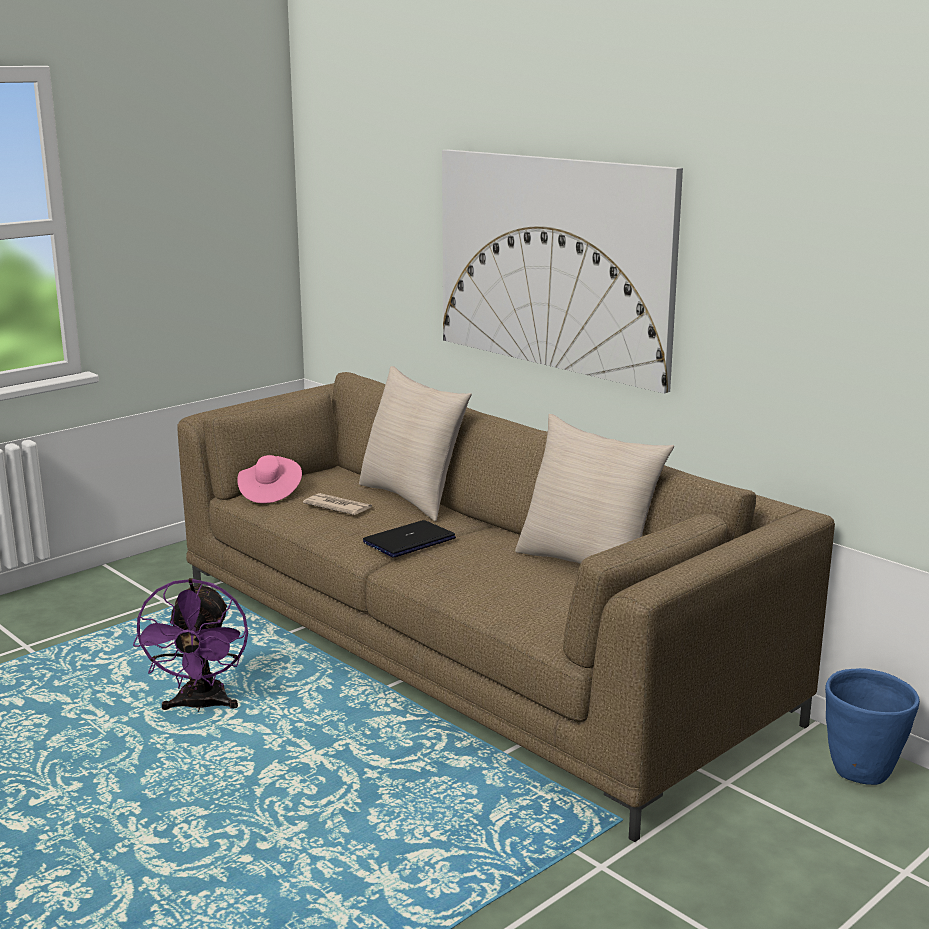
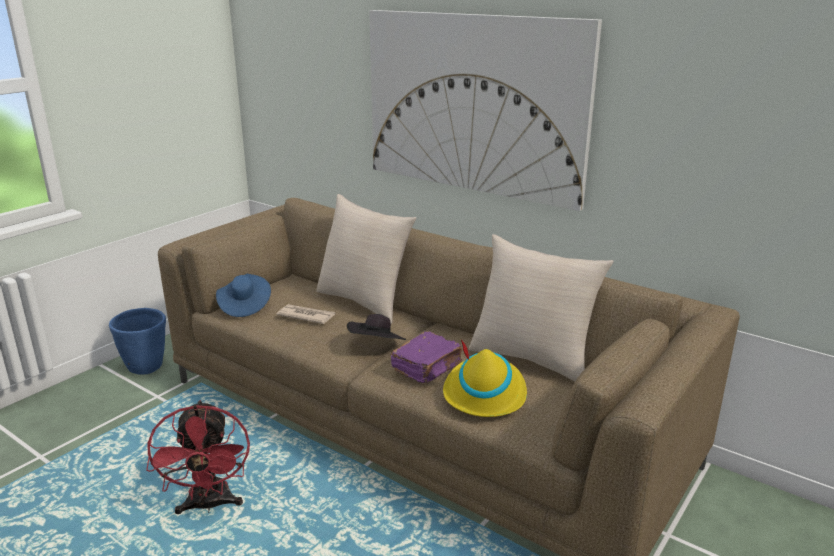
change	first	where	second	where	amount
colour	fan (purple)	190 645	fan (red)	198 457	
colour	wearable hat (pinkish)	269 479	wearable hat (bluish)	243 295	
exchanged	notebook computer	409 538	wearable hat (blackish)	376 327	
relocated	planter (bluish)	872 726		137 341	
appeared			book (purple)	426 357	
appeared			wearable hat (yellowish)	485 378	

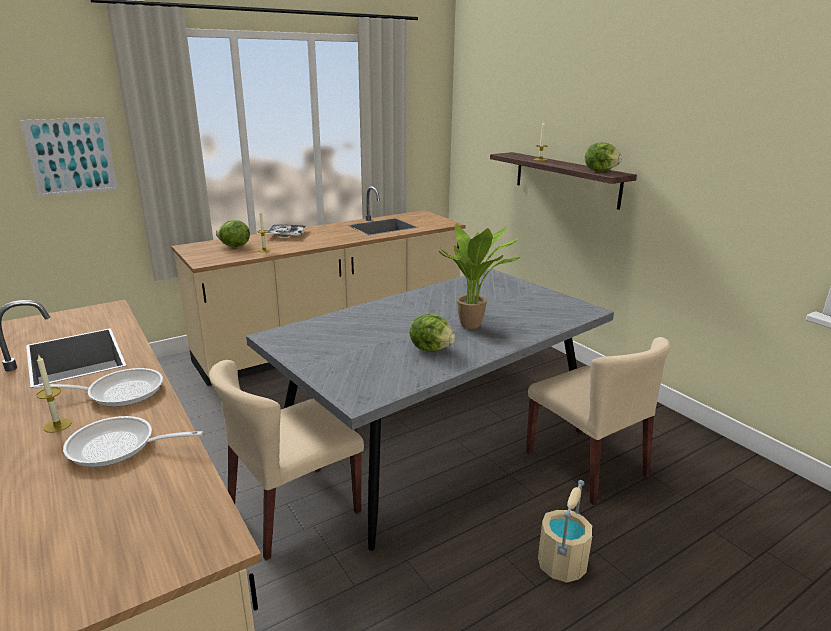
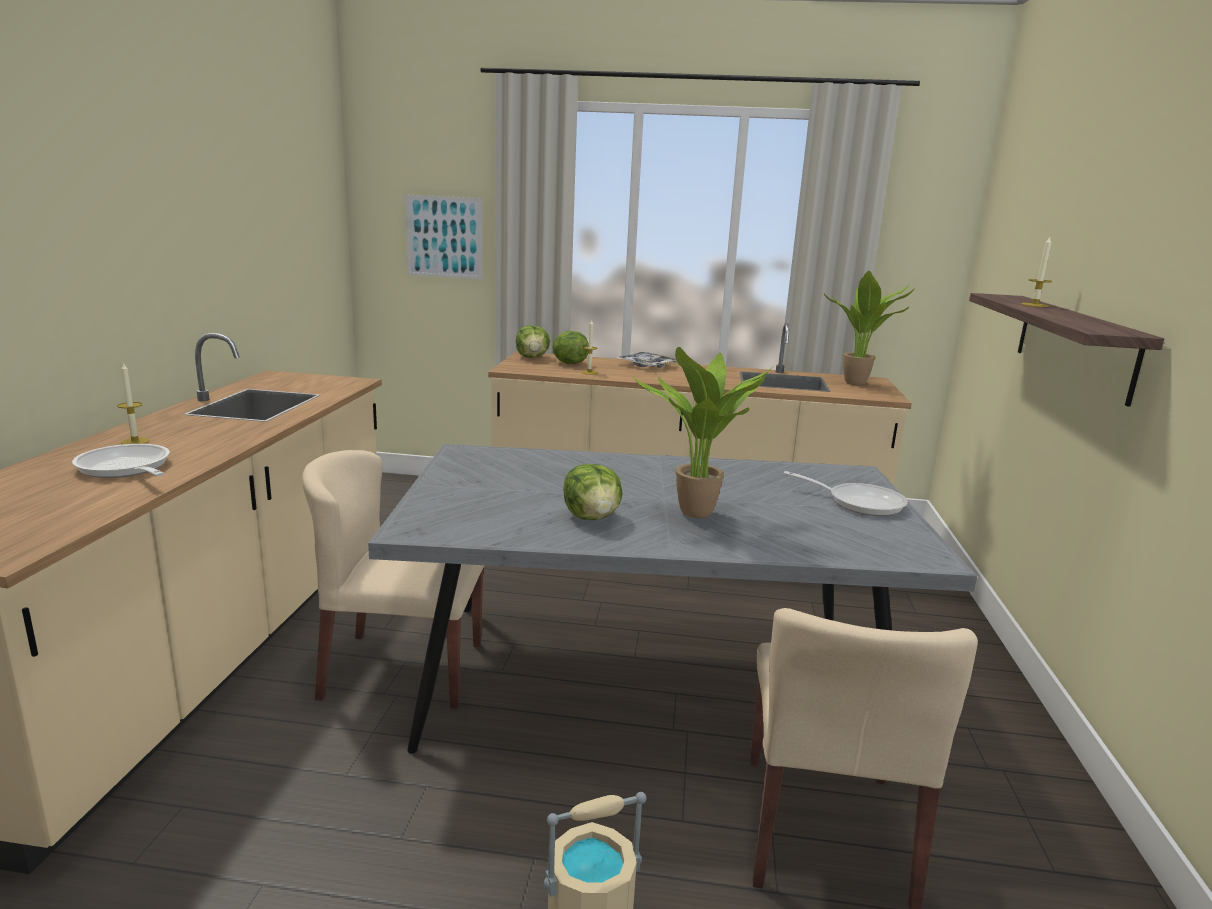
change	first	where	second	where	amount
relocated	pan	98 387		846 493	
relocated	lettuce	603 156		533 341	
appeared			plant in a pot	869 328	

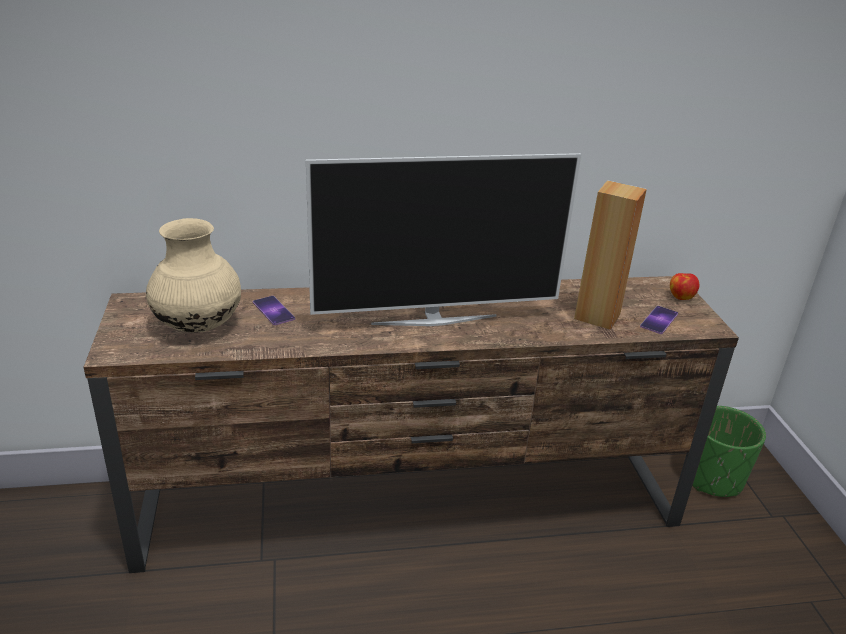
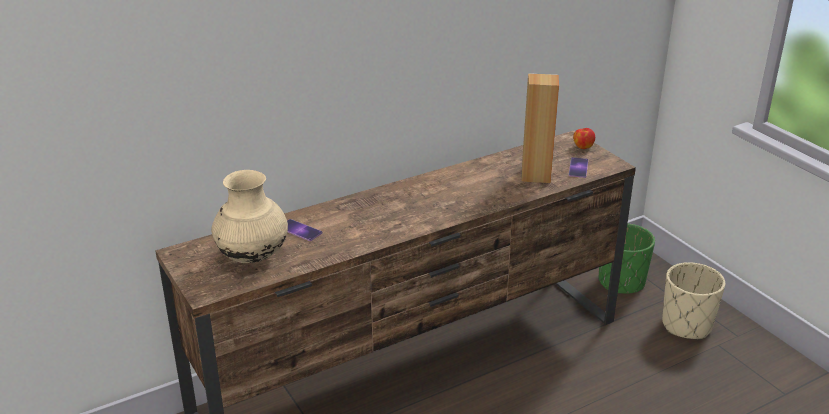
change	first	where	second	where	amount
missing	TV set	443 239			
appeared			planter (beige-coloured)	693 300	

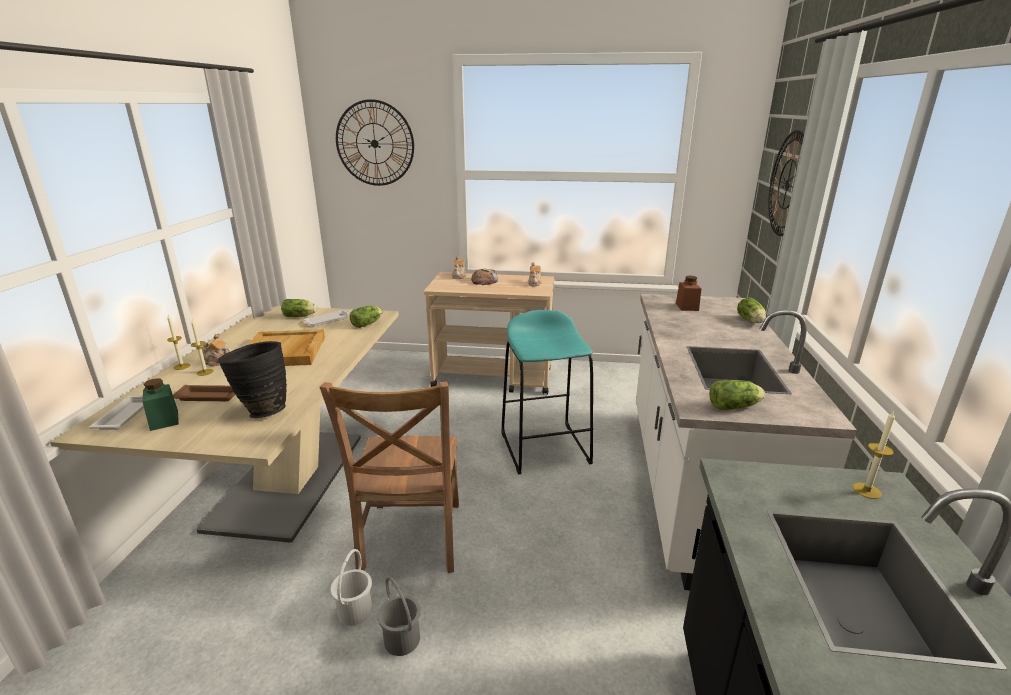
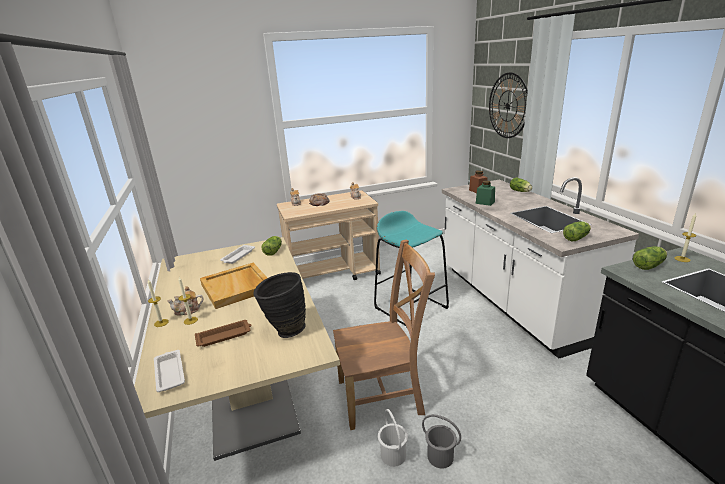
change	first	where	second	where	amount
relocated	storage jar (green)	160 404		485 193	
relocated	lettuce	299 308		650 258	
spun	upright chair (brownish)	389 477		384 334	75 degrees counterclockwise
missing	hanging clock	375 142			

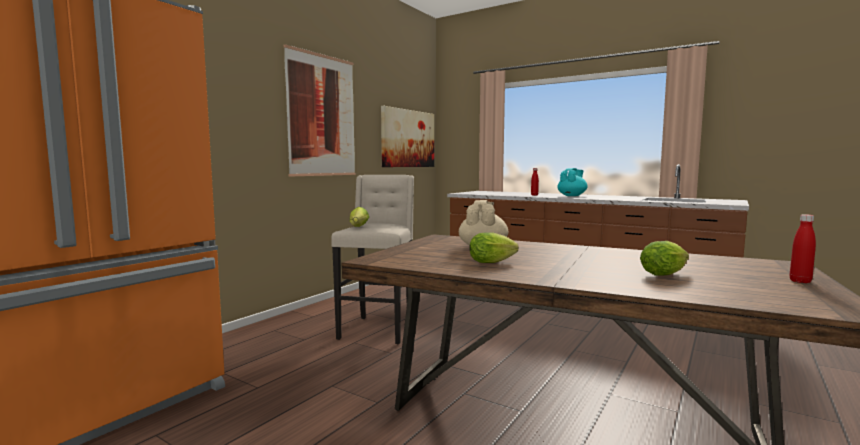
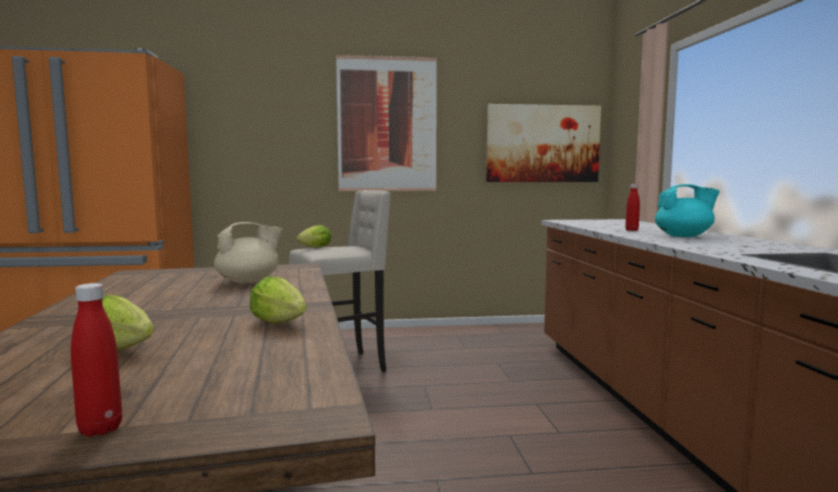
change	first	where	second	where	amount
relocated	lettuce	494 247		278 300	

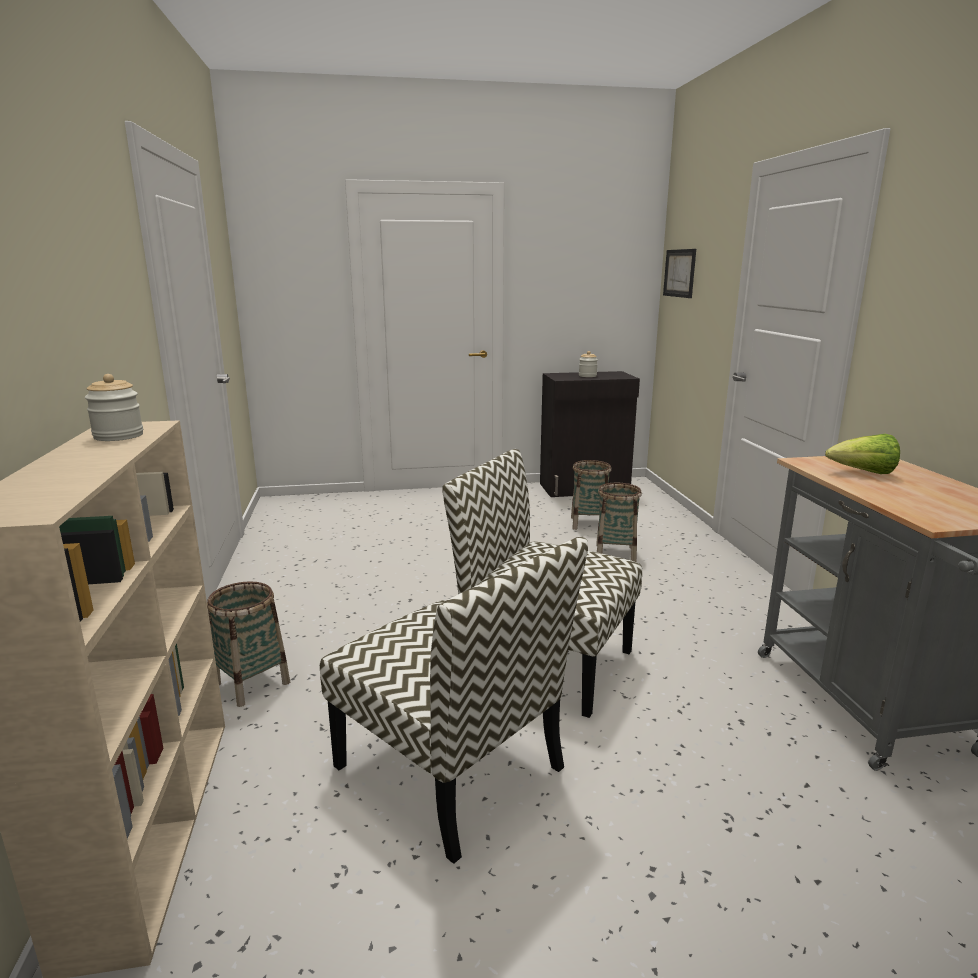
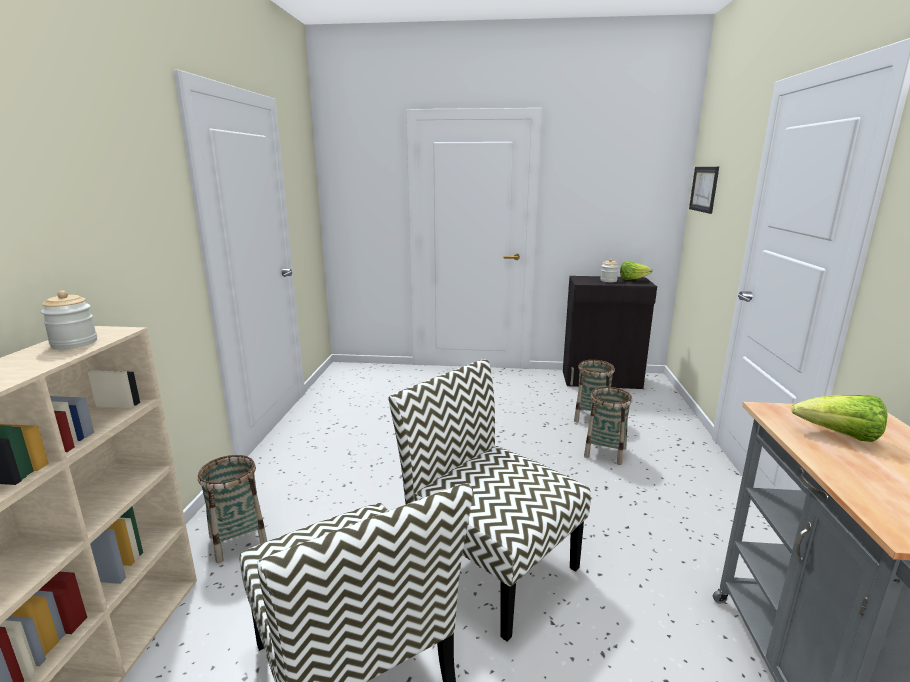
change	first	where	second	where	amount
appeared			lettuce	636 270	

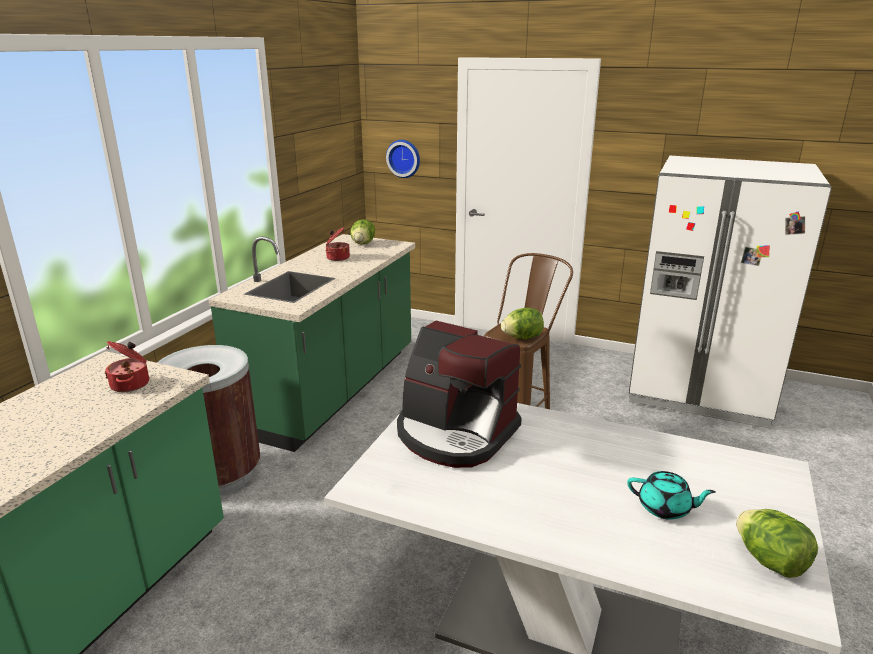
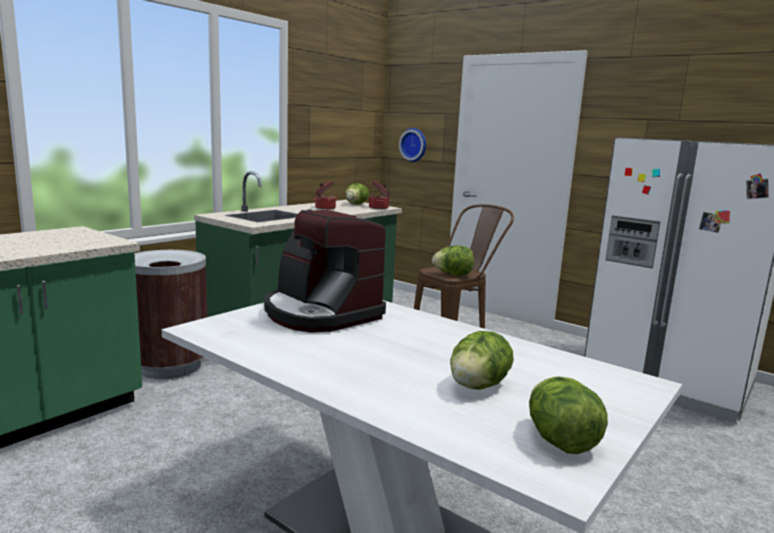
change	first	where	second	where	amount
relocated	cooking pot	127 366		379 195	
exchanged	pot for tea (blue-green)	671 495	lettuce	482 360	

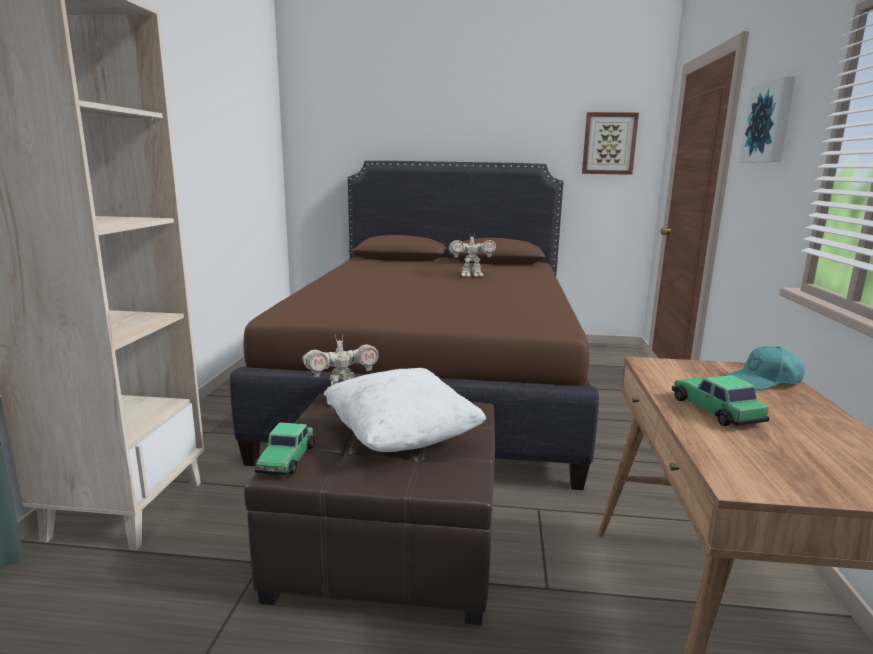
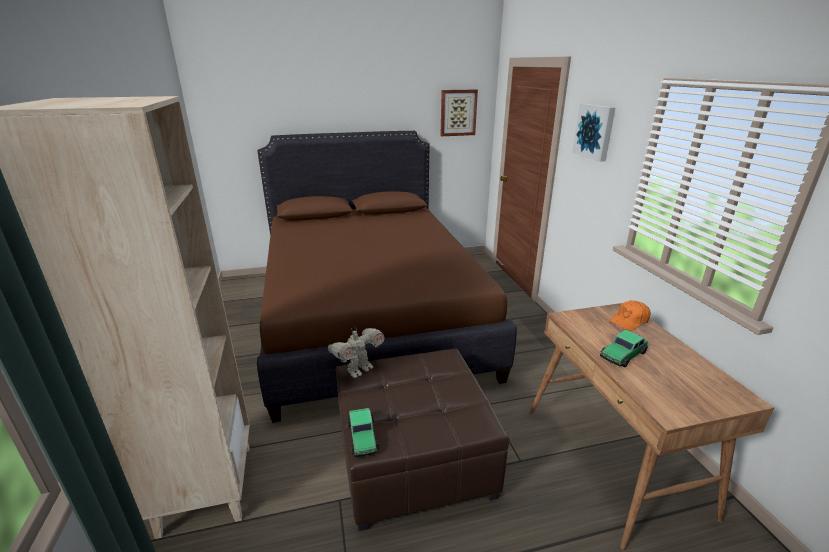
change	first	where	second	where	amount
missing	cushion (whitish)	405 410			
missing	robot figure	472 256			
spun	toy car	721 400		624 348	90 degrees counterclockwise
colour	baseball cap (blue-green)	765 368	baseball cap (orange)	629 315	

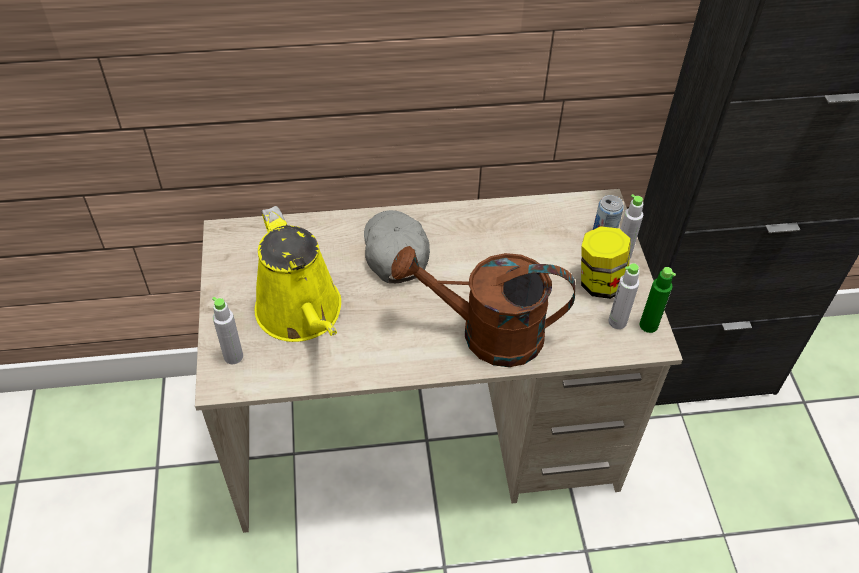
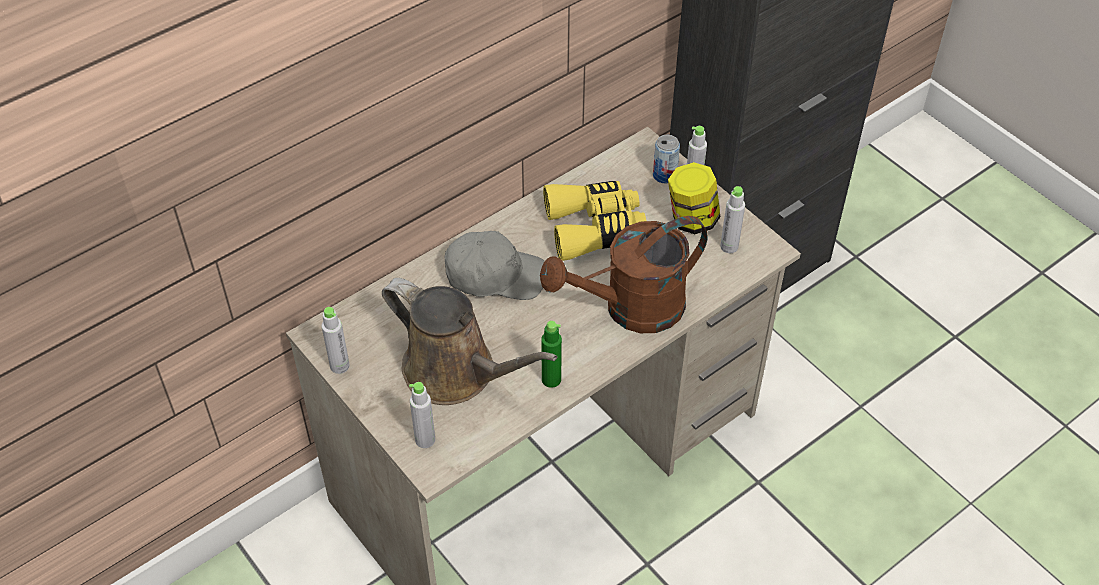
change	first	where	second	where	amount
colour	watering can (yellowish)	298 274	watering can (brownish)	469 341	
spun	baseball cap (grey)	397 246		495 265	135 degrees clockwise
relocated	bottle (green)	657 300		551 354	
appeared			bottle (grey)	336 340	
appeared			binoculars (yellowish)	594 221	

